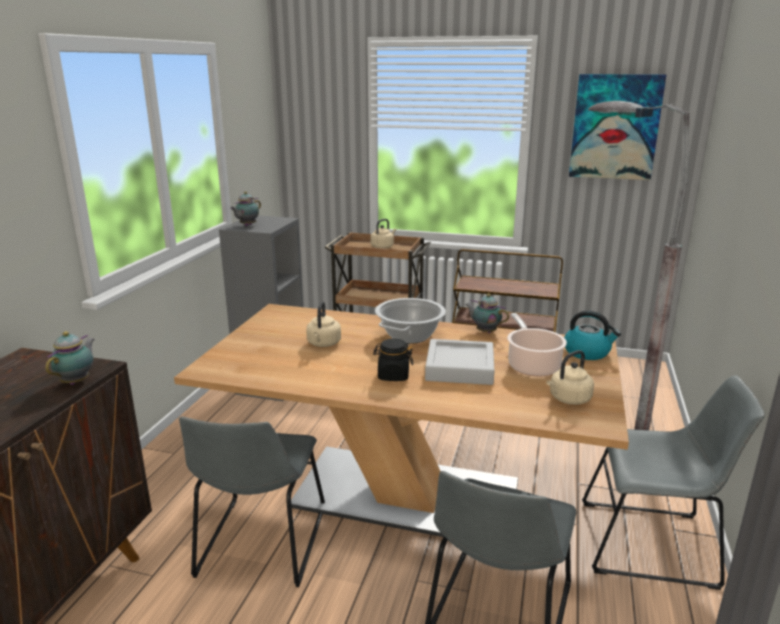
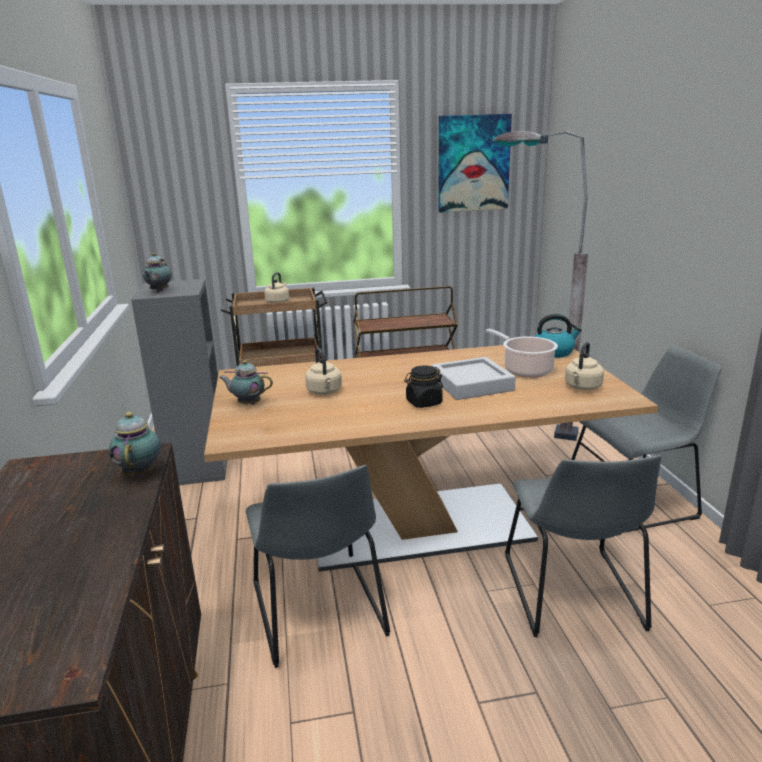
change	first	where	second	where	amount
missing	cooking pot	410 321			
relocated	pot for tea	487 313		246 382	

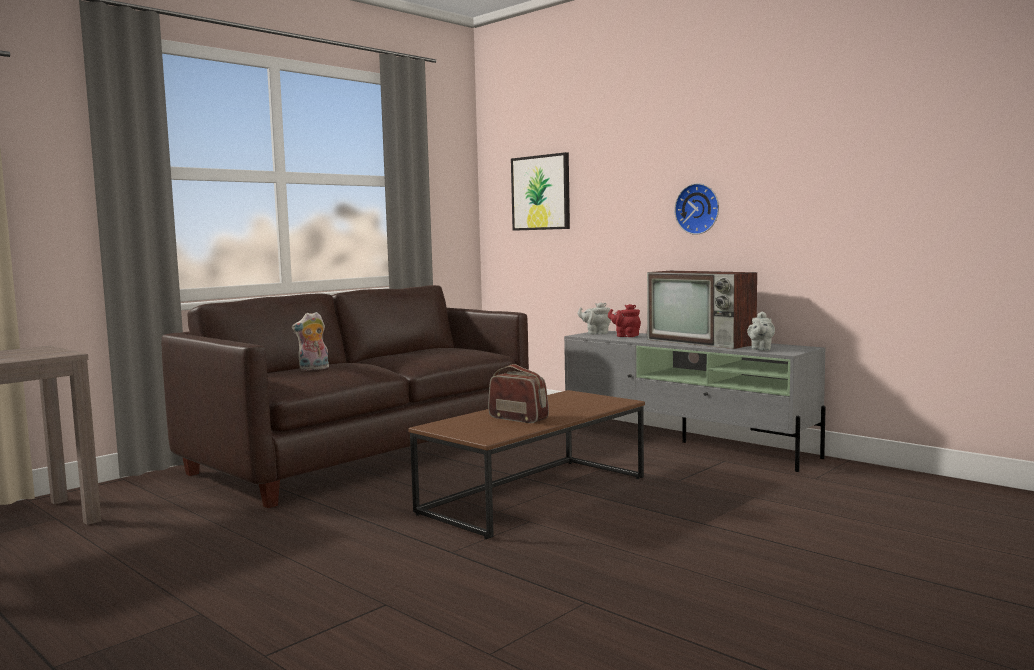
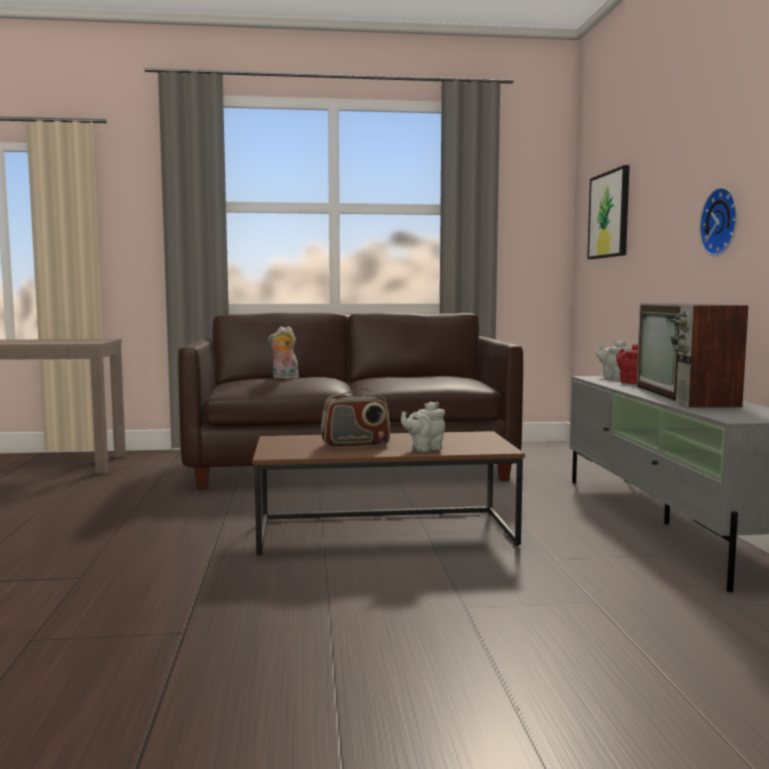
change	first	where	second	where	amount
spun	radio set	518 393		355 418	90 degrees clockwise
relocated	pot for tea (grey)	761 331		423 427	

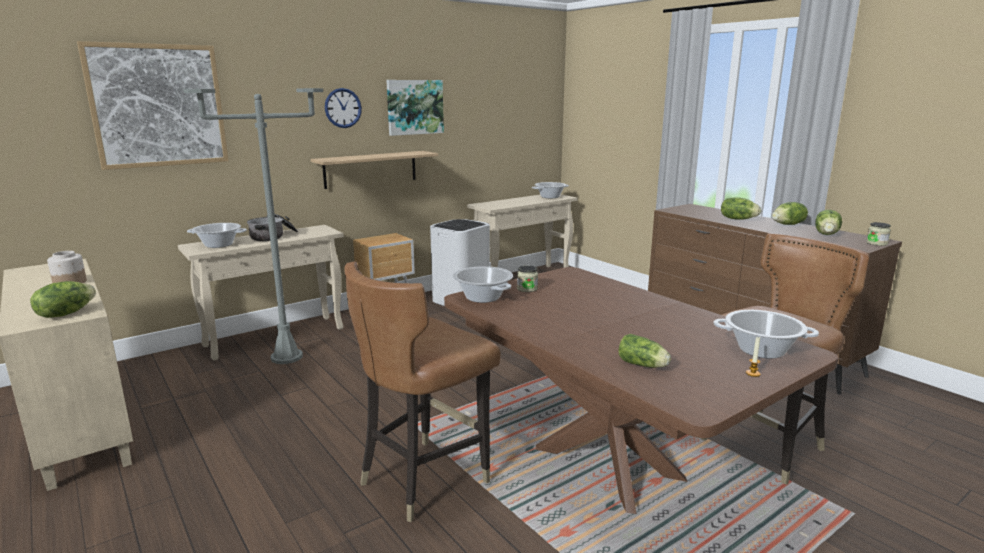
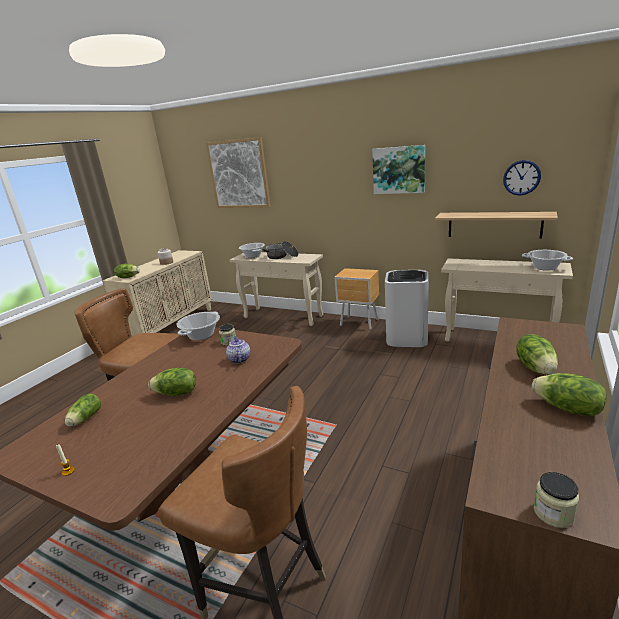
change	first	where	second	where	amount
missing	standard lamp (grey)	253 226			
relocated	bracket shelf	374 170		496 225	
relocated	hanging clock	343 108		522 177	
missing	cooking pot	766 334			
relocated	lettuce	828 222		172 382	
appeared			pot for tea	238 350	

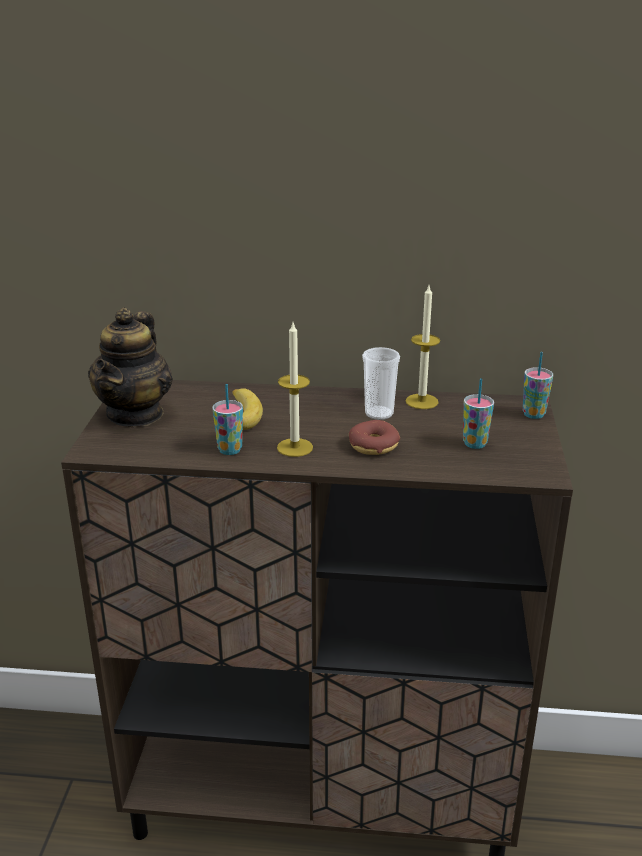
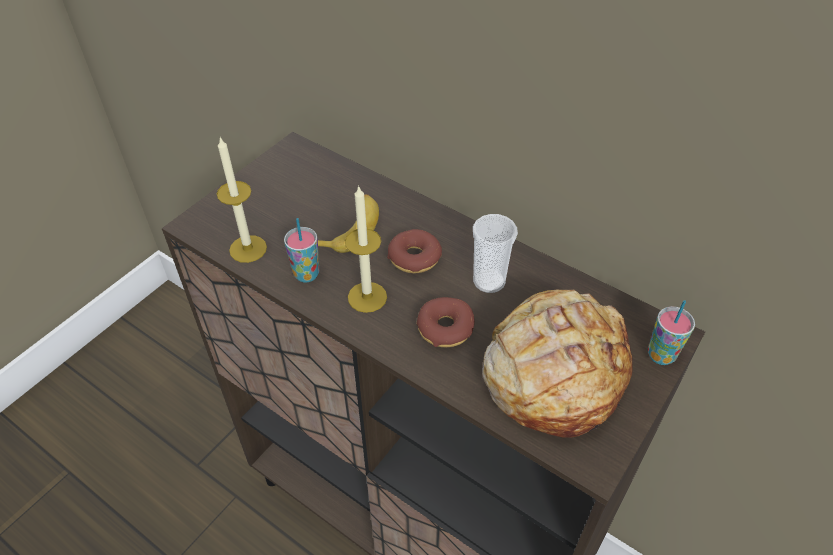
change	first	where	second	where	amount
missing	pot for tea	130 367			
relocated	wax light	423 347		242 200	
exchanged	small cup	478 413	bakery bread	557 363	
appeared			ring doughnut	414 251	

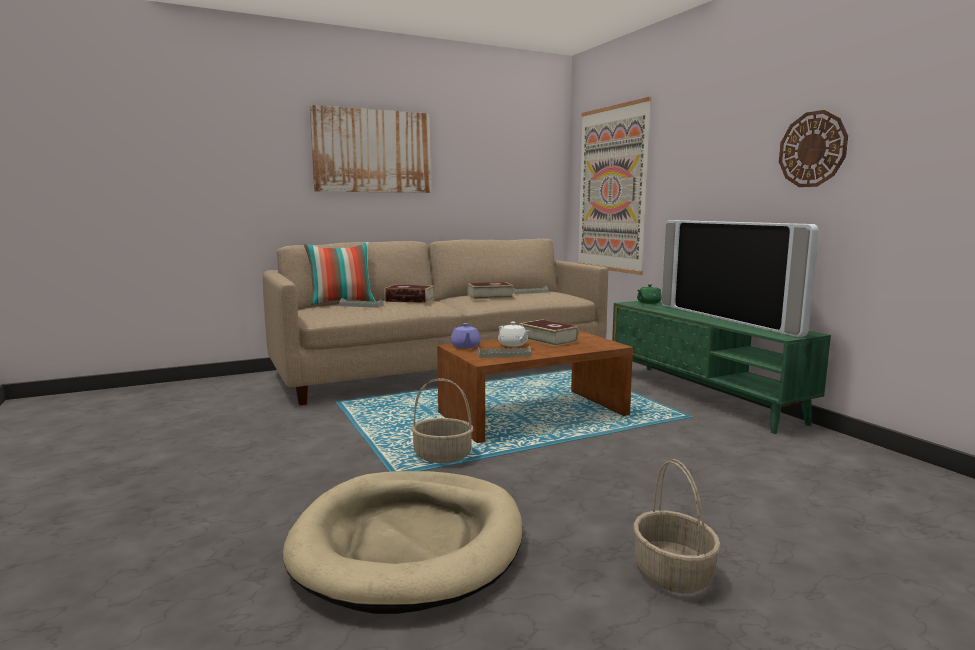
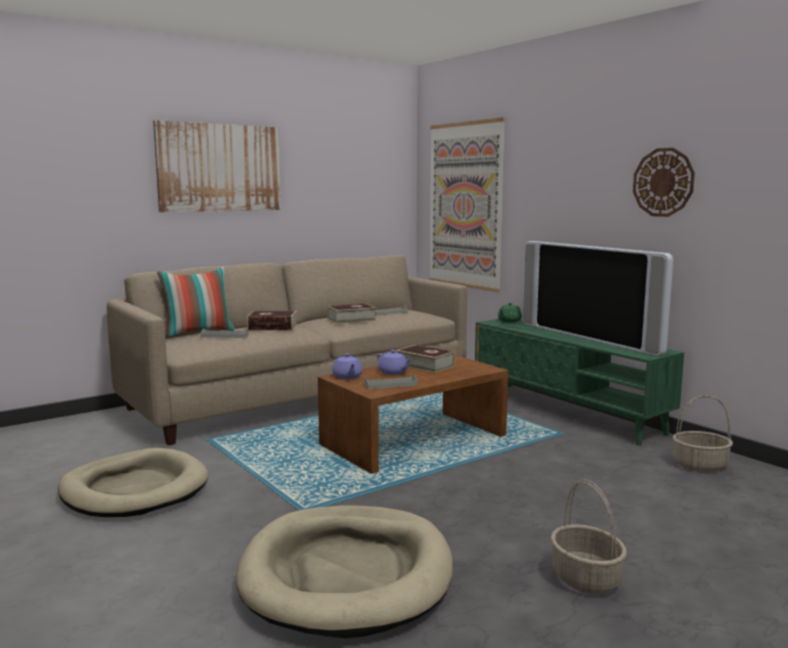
change	first	where	second	where	amount
relocated	basket	442 421		702 433	
colour	pot for tea (whitish)	513 334	pot for tea (purple)	394 362	
appeared			pet bed (beige-coloured)	133 482	

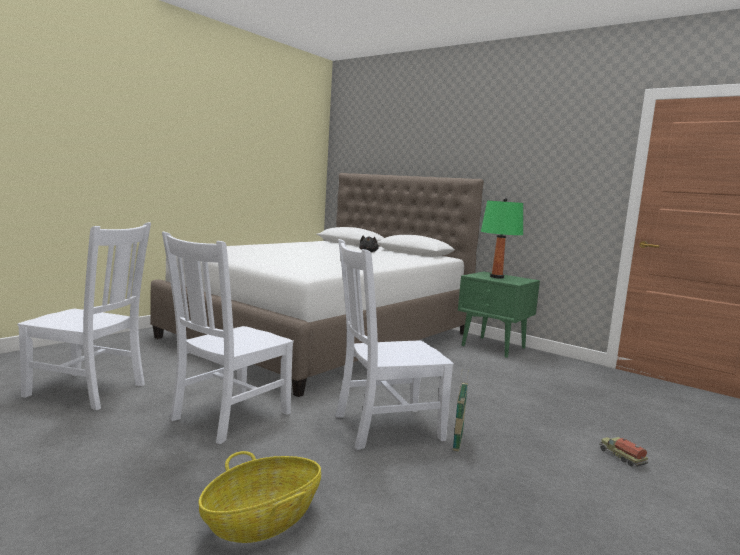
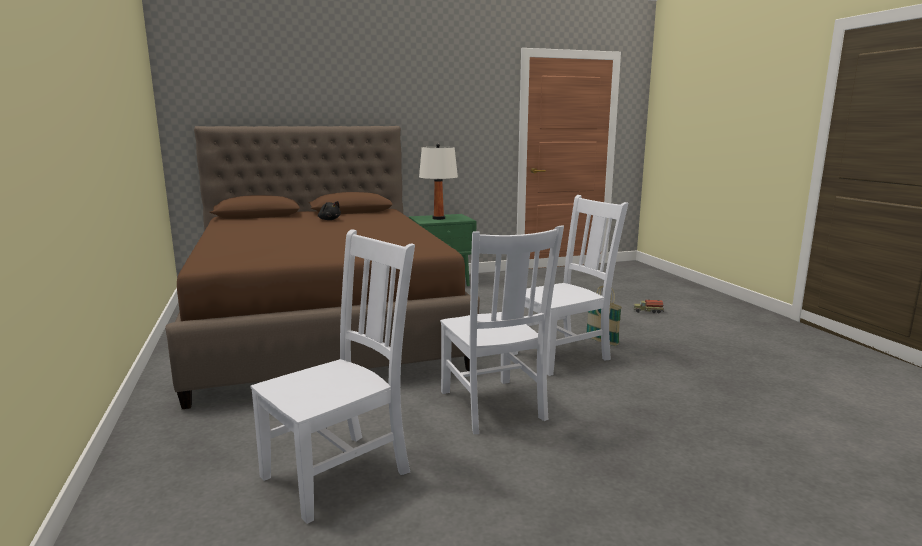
change	first	where	second	where	amount
colour	bedroom bed (whitish)	317 285	bedroom bed (brownish)	322 267	
missing	basket	260 497			
spun	upright chair (whitish)	394 344		569 285	135 degrees counterclockwise
colour	tabletop lamp (green)	502 238	tabletop lamp (whitish)	438 182	

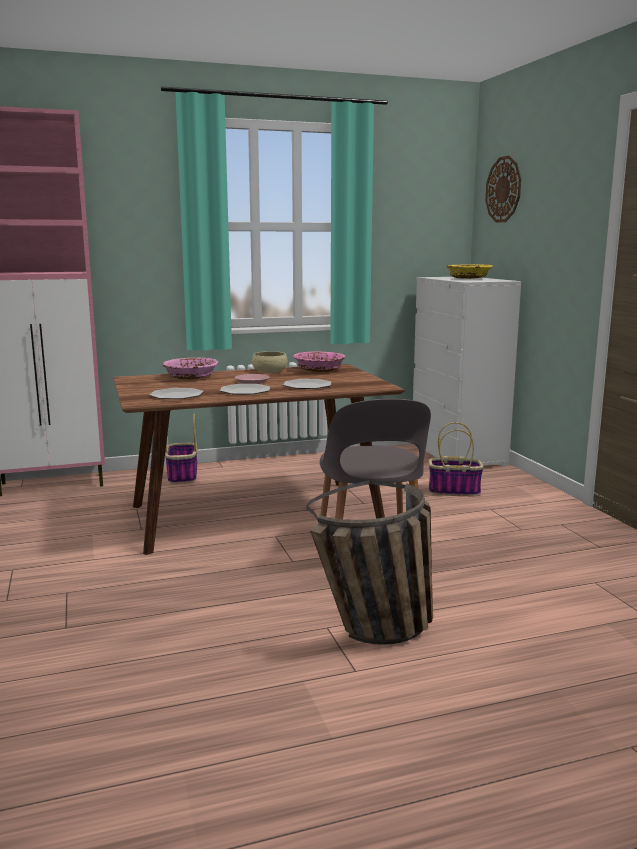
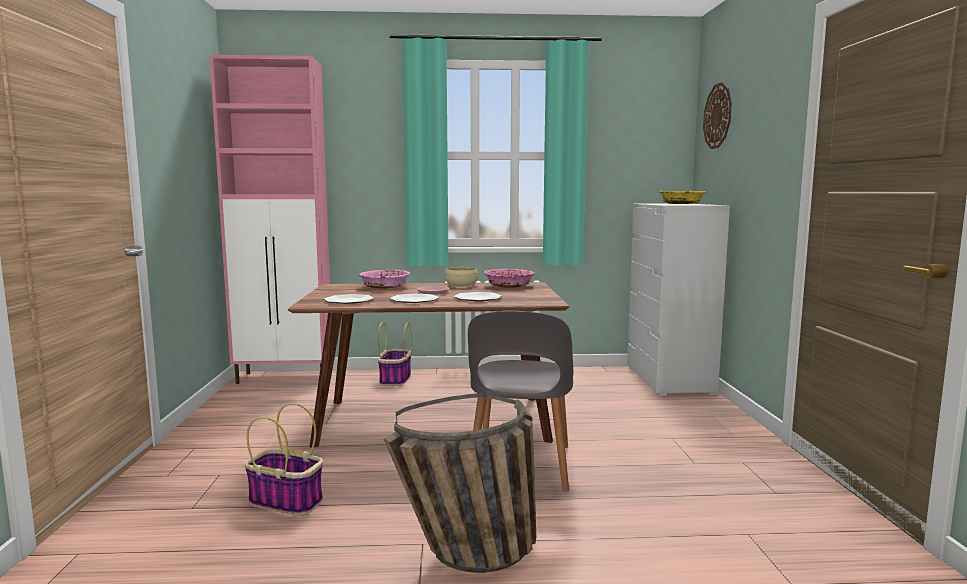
change	first	where	second	where	amount
relocated	basket	456 459		283 459	

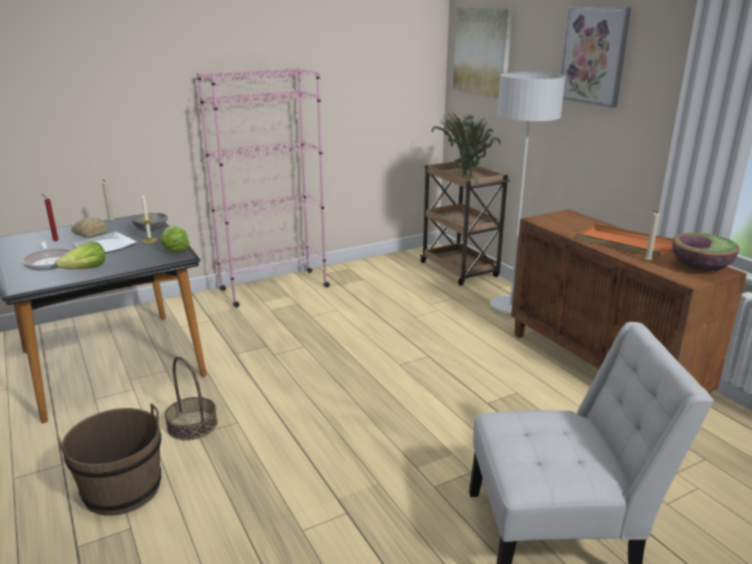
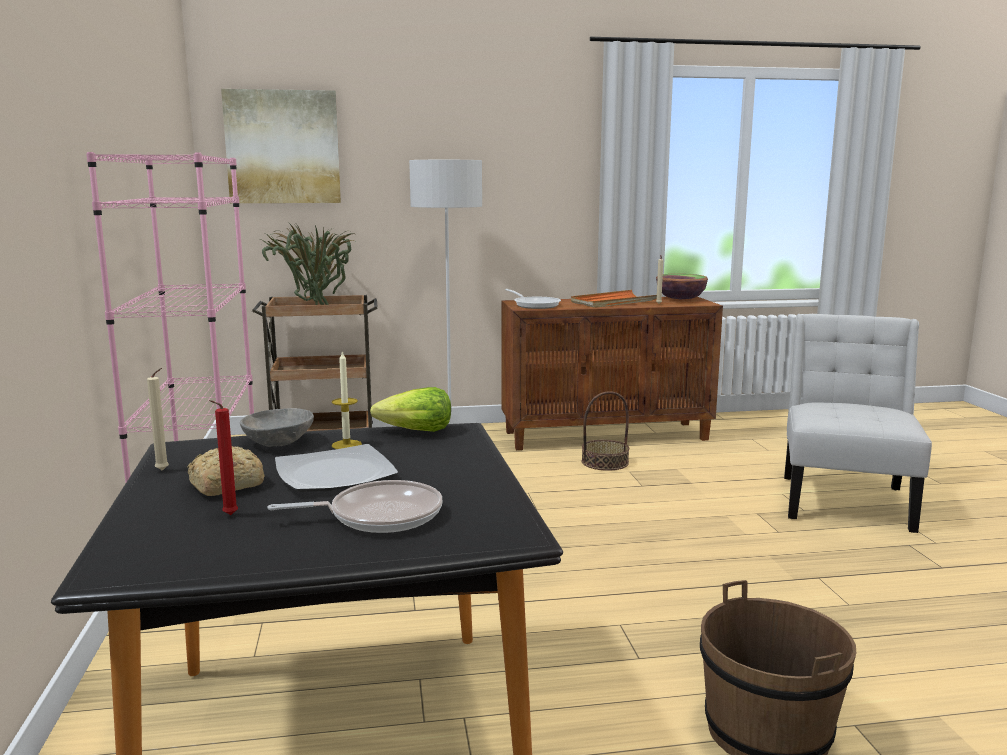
change	first	where	second	where	amount
missing	lettuce	80 255			
relocated	basket	191 398		605 431	
missing	wall picture	596 57			
appeared			pan	533 299	

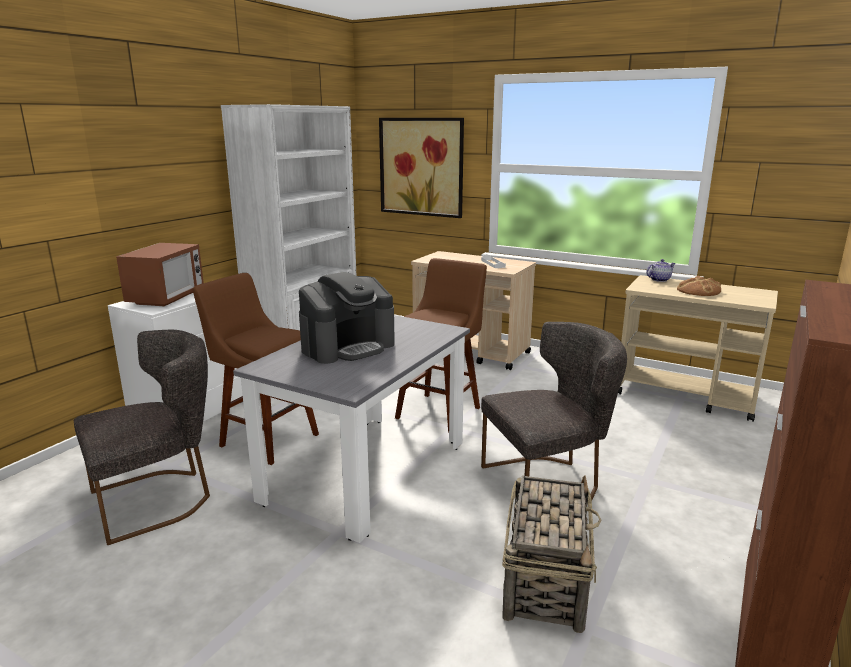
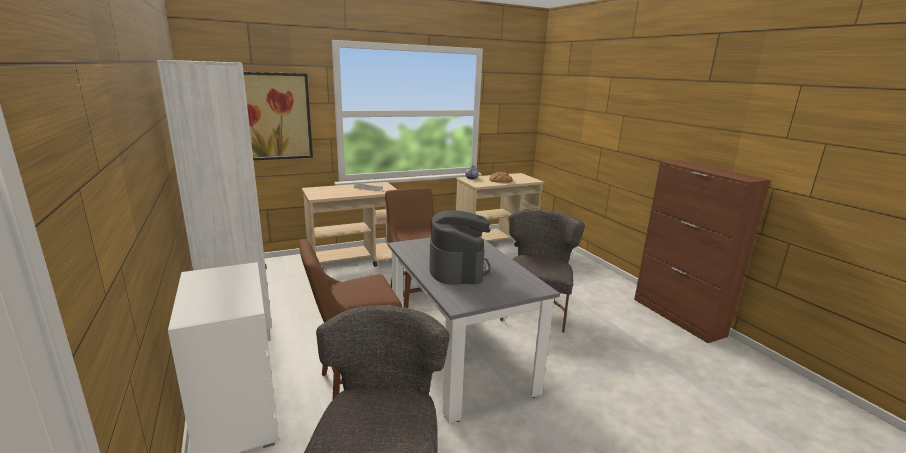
change	first	where	second	where	amount
missing	kitchen microwave	160 274			
missing	basket	551 554			

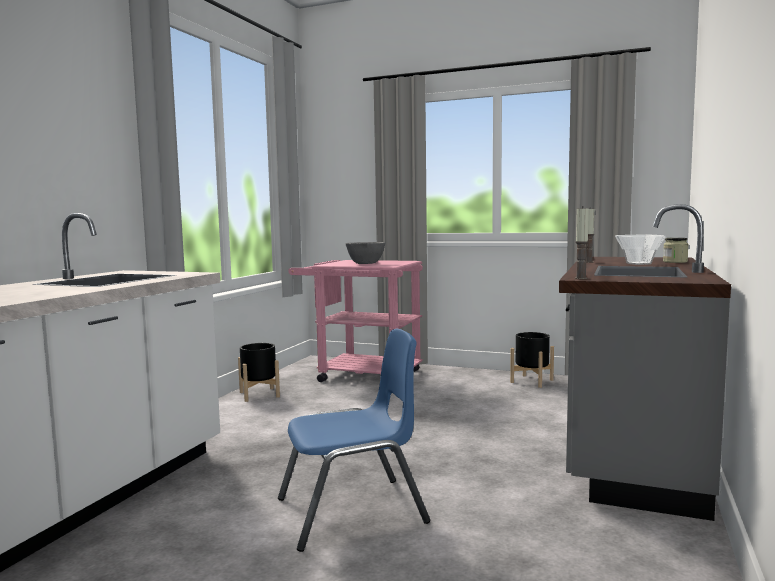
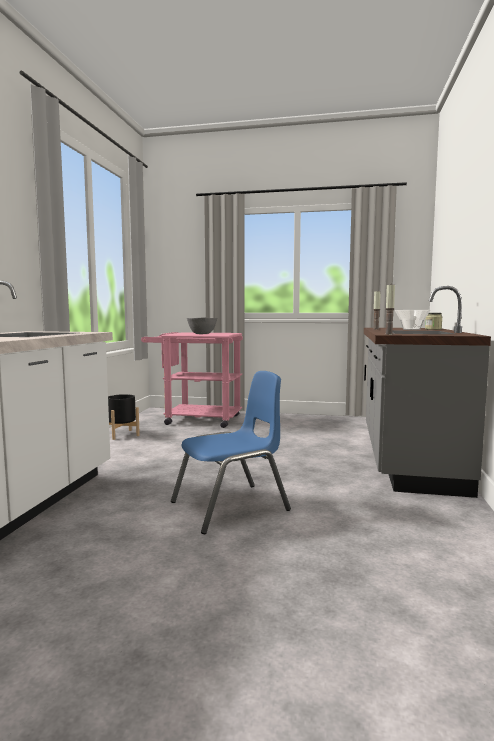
change	first	where	second	where	amount
missing	planter (blackish)	532 360			

